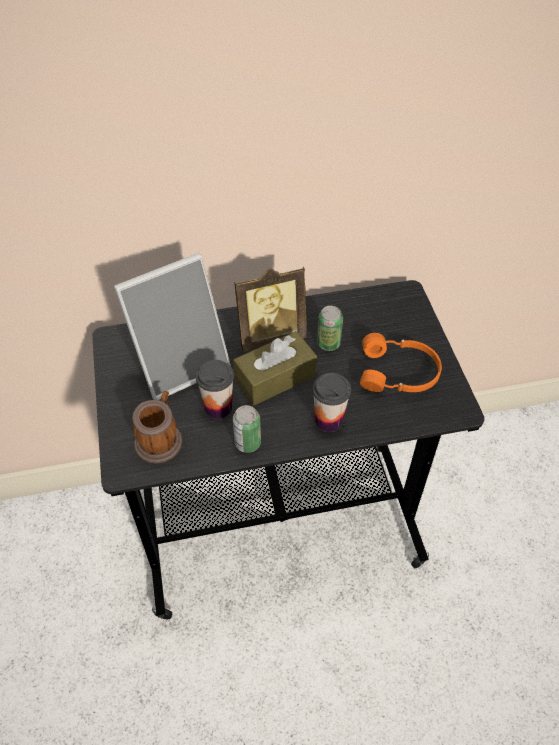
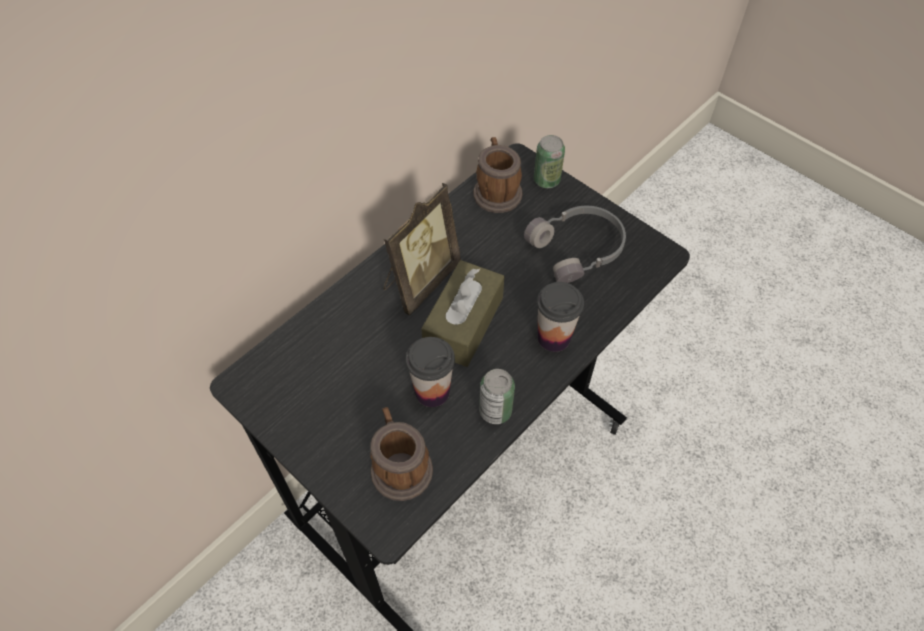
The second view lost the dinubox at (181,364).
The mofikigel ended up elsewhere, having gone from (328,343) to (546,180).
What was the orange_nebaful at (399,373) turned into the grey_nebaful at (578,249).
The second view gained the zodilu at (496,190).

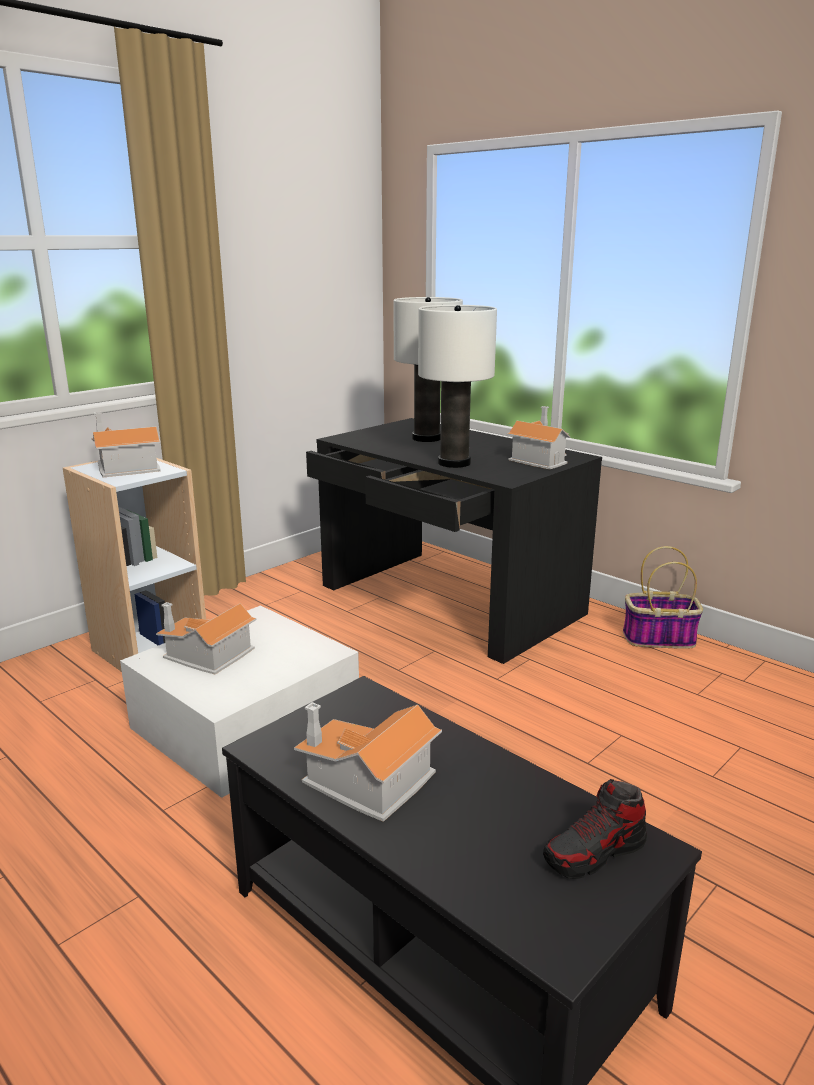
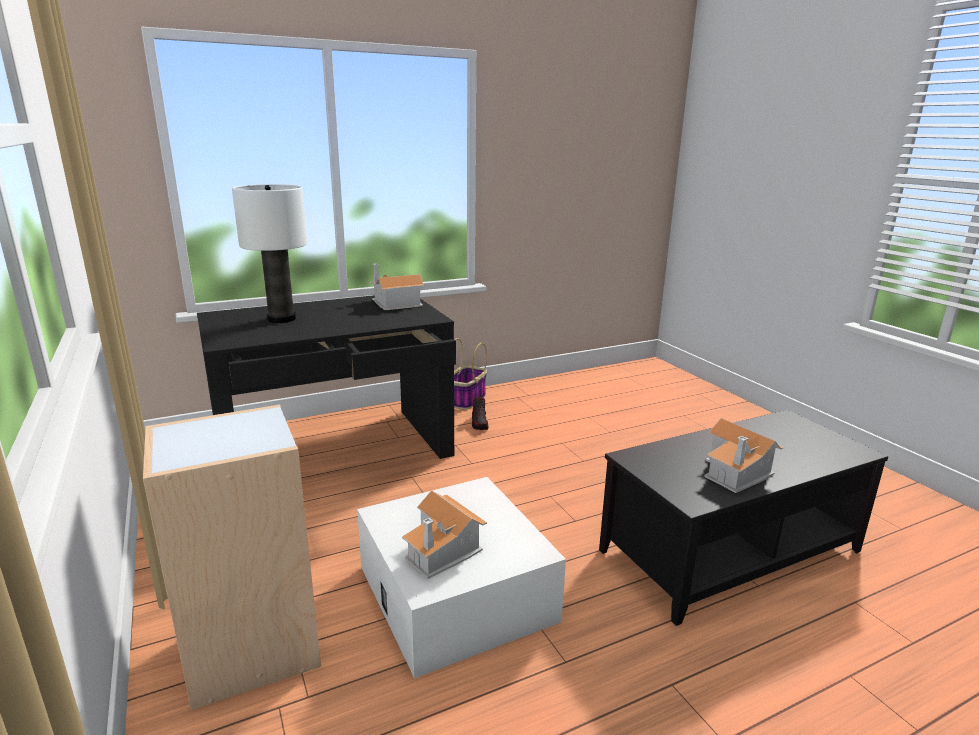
The second view lost the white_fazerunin at (454,463).
The second view lost the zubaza at (123,467).
The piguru ended up elsewhere, having gone from (595,853) to (479,423).

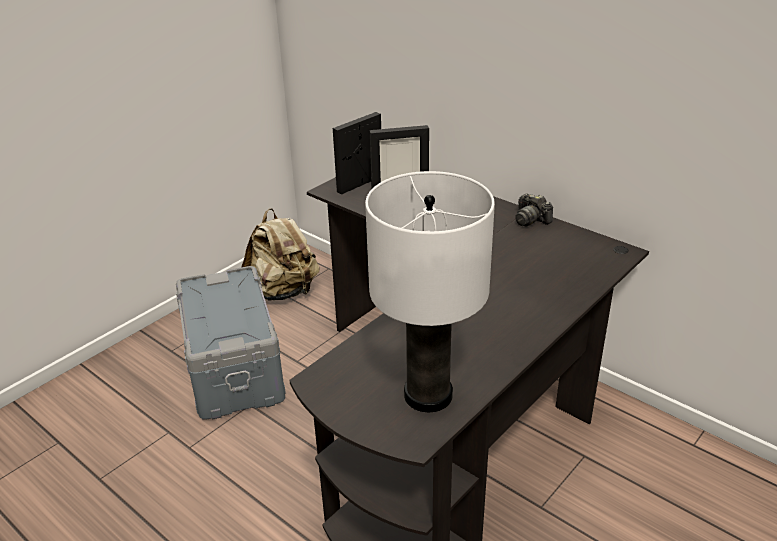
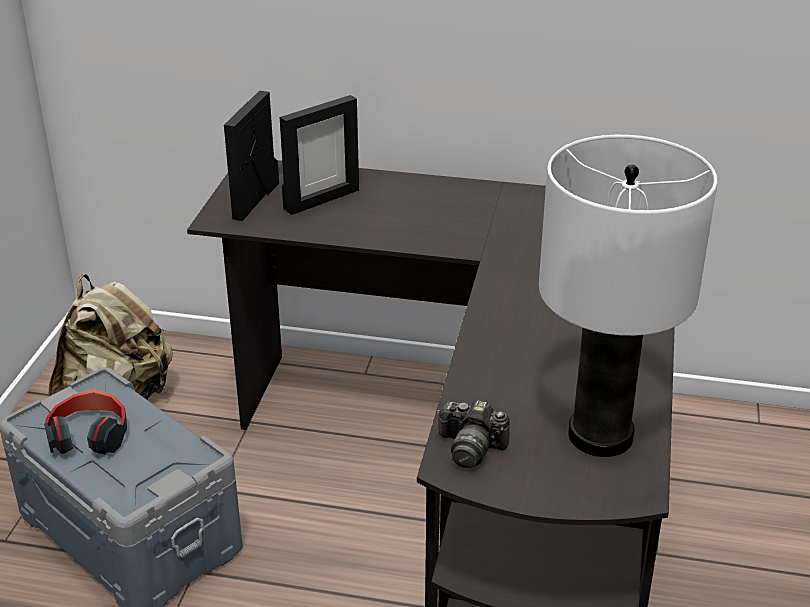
The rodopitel ended up elsewhere, having gone from (531,220) to (471,448).
The second view gained the nebaful at (90,435).

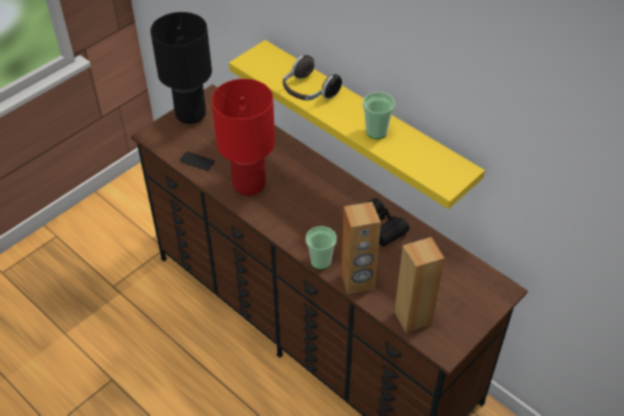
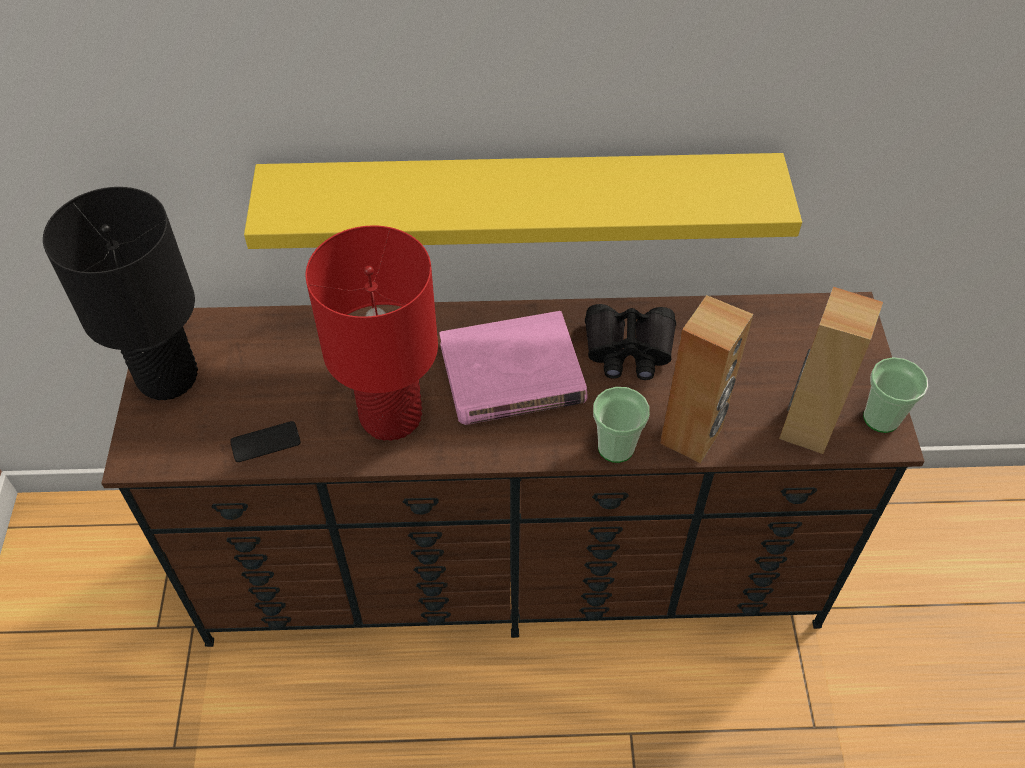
The second view lost the nebaful at (308,92).
The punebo ended up elsewhere, having gone from (376,132) to (881,418).
The second view gained the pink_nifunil at (512,374).

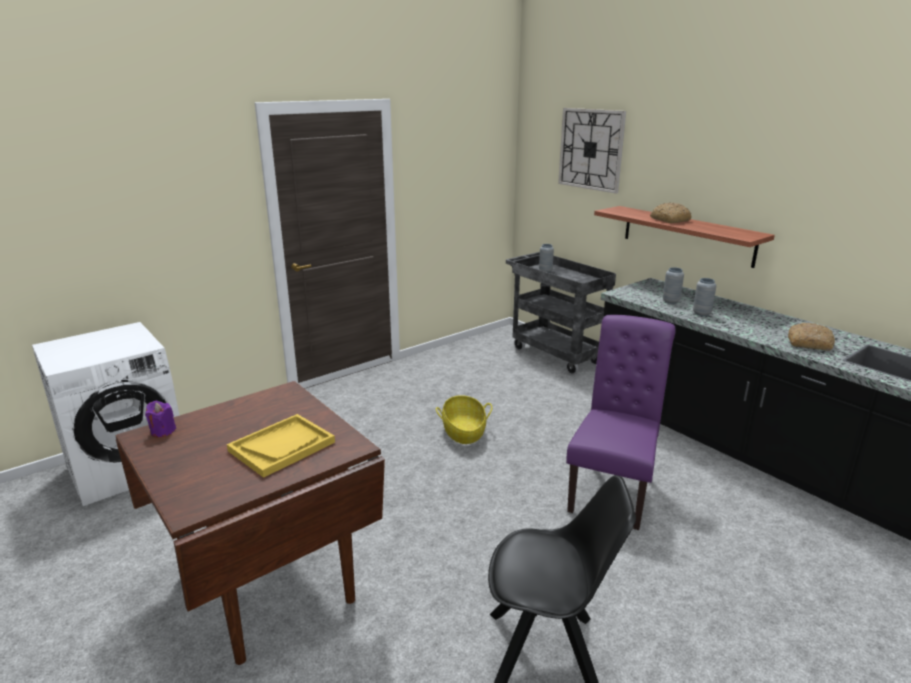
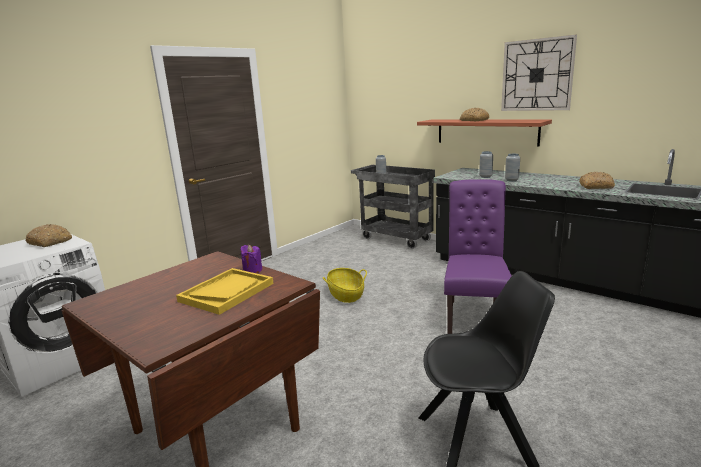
The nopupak ended up elsewhere, having gone from (591,149) to (537,75).
The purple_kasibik ended up elsewhere, having gone from (163,431) to (252,270).
The second view gained the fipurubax at (50,242).

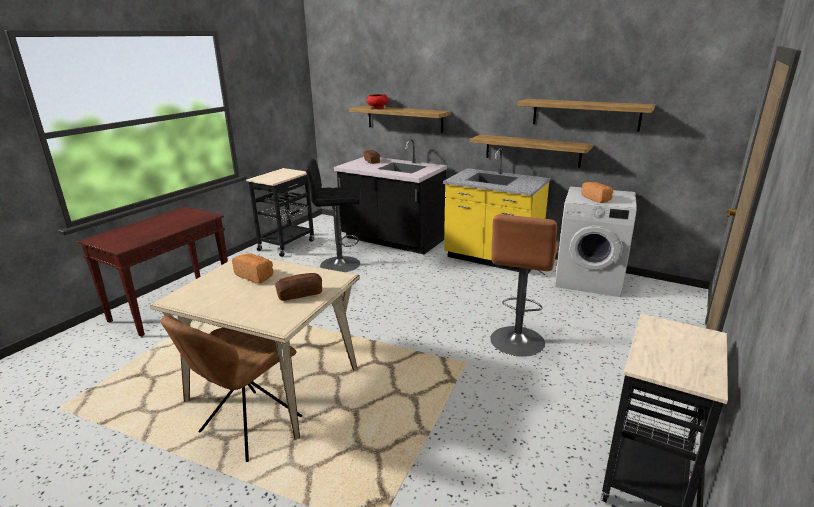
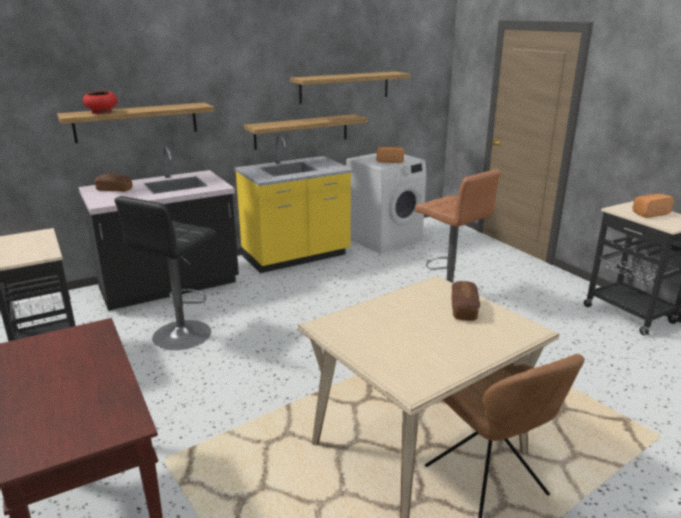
The fipurubax ended up elsewhere, having gone from (255,276) to (649,213).

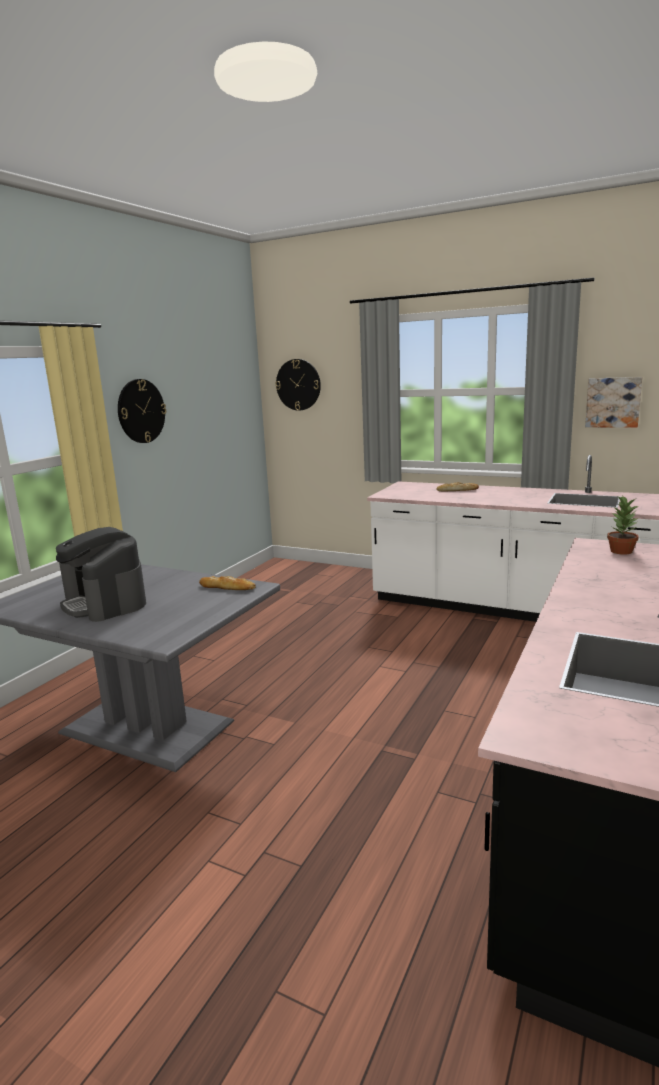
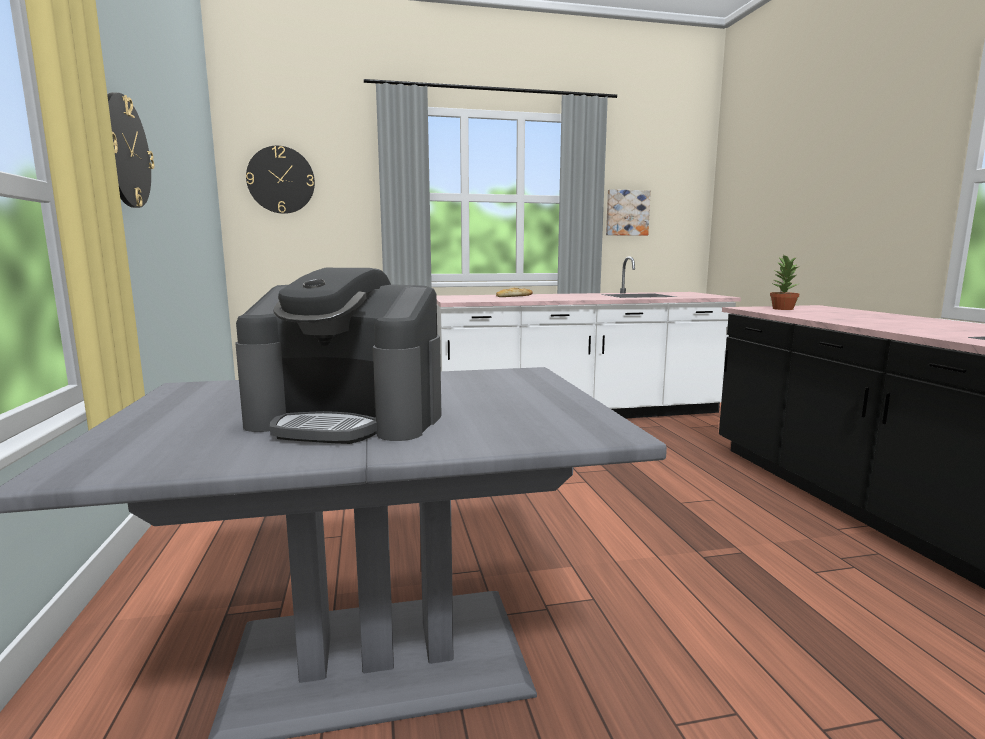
The second view lost the fipurubax at (227,587).

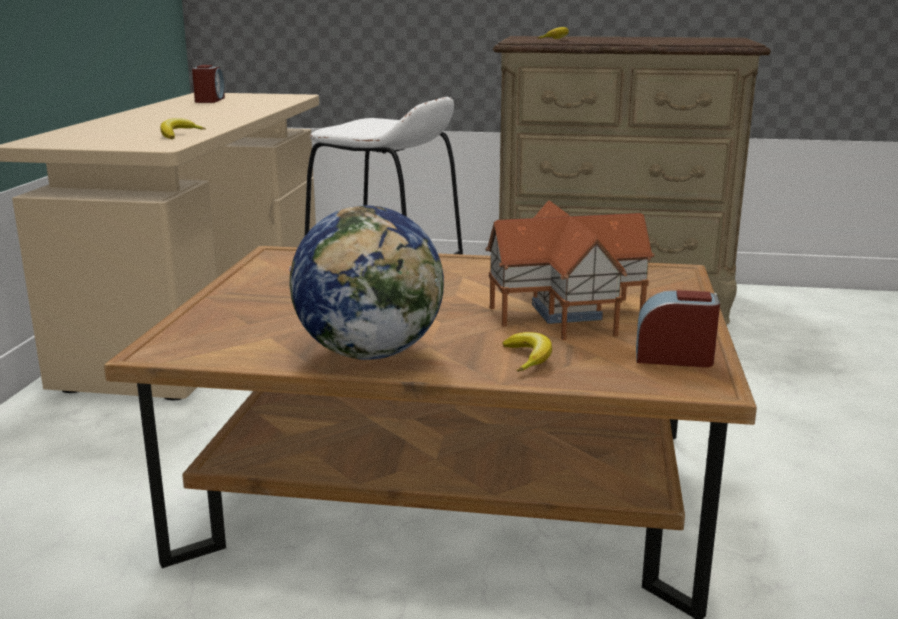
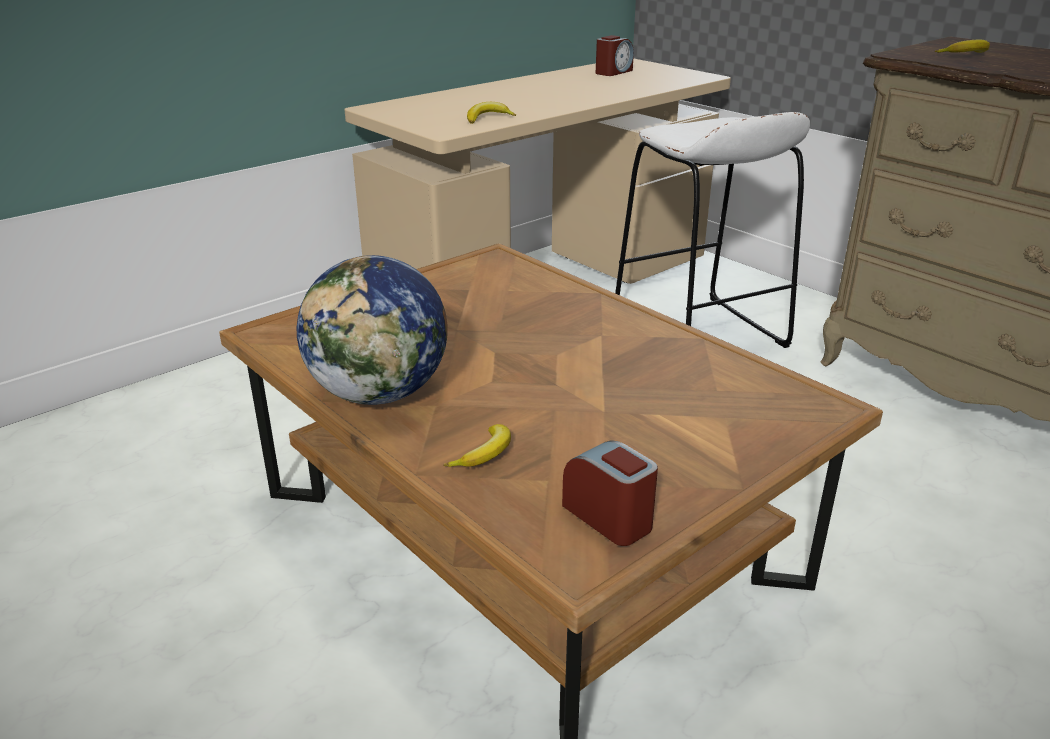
The second view lost the zubaza at (567,311).

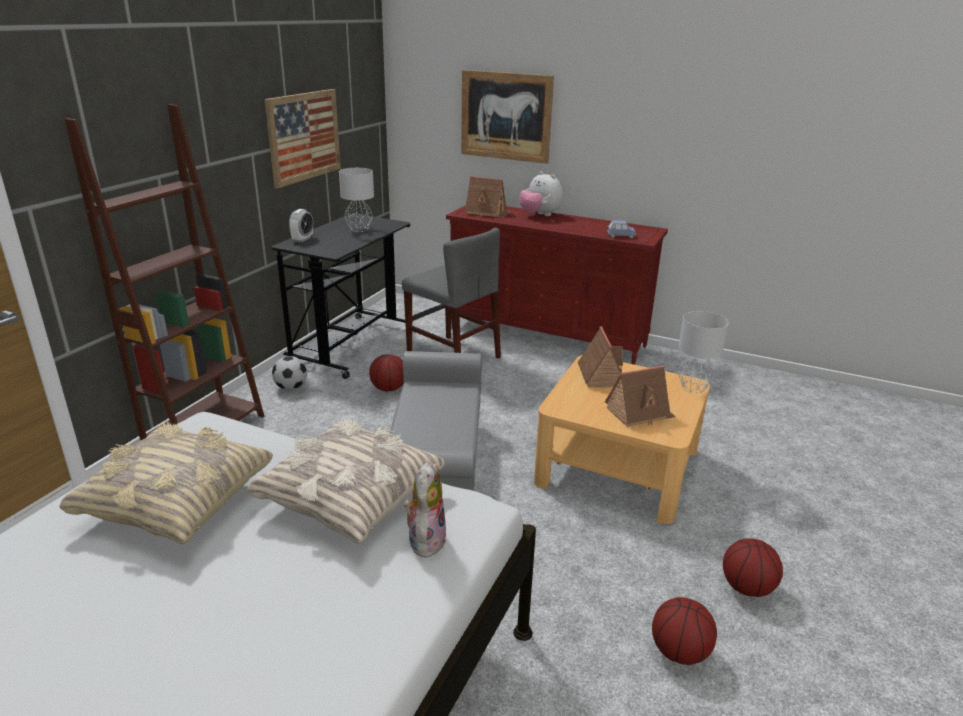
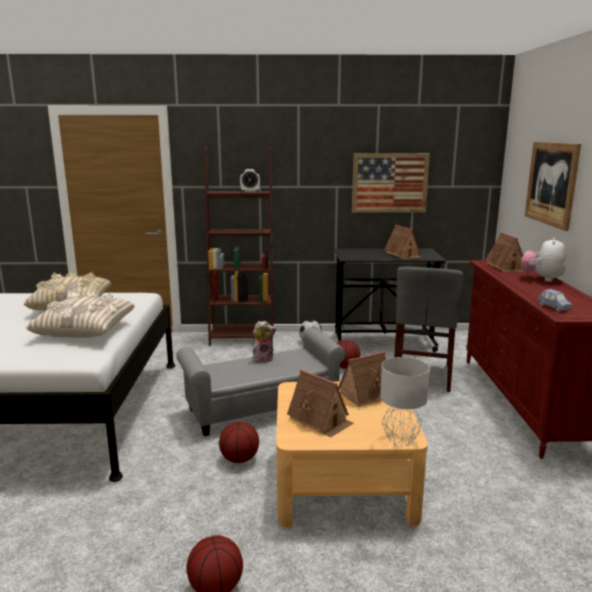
Where the grey_fazerunin stood at (359,229), the zubaza came to stand at (403,254).
The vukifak ended up elsewhere, having gone from (302,239) to (250,191).
The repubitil ended up elsewhere, having gone from (425,539) to (263,359).
The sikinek ended up elsewhere, having gone from (679,652) to (239,459).

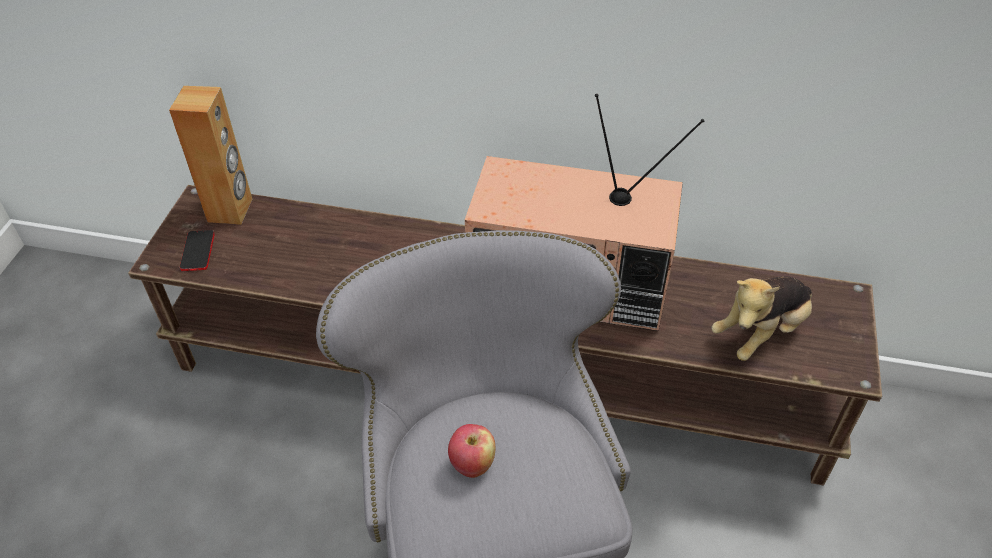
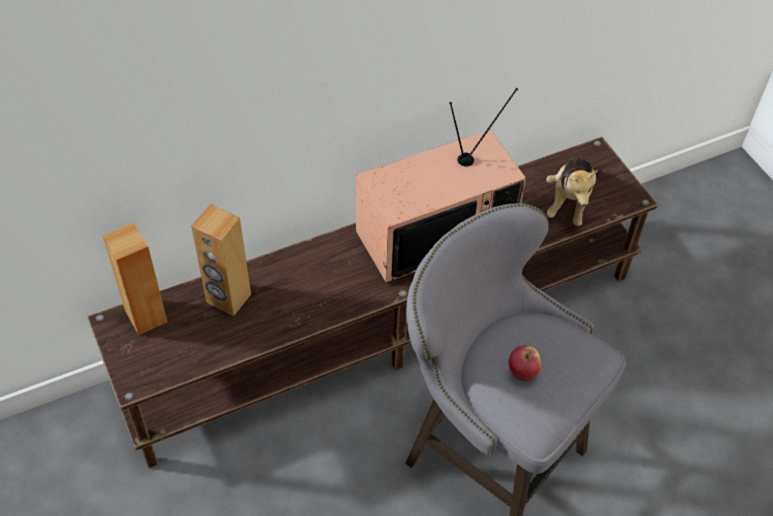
The second view lost the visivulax at (198,251).
The second view gained the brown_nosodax at (228,298).

